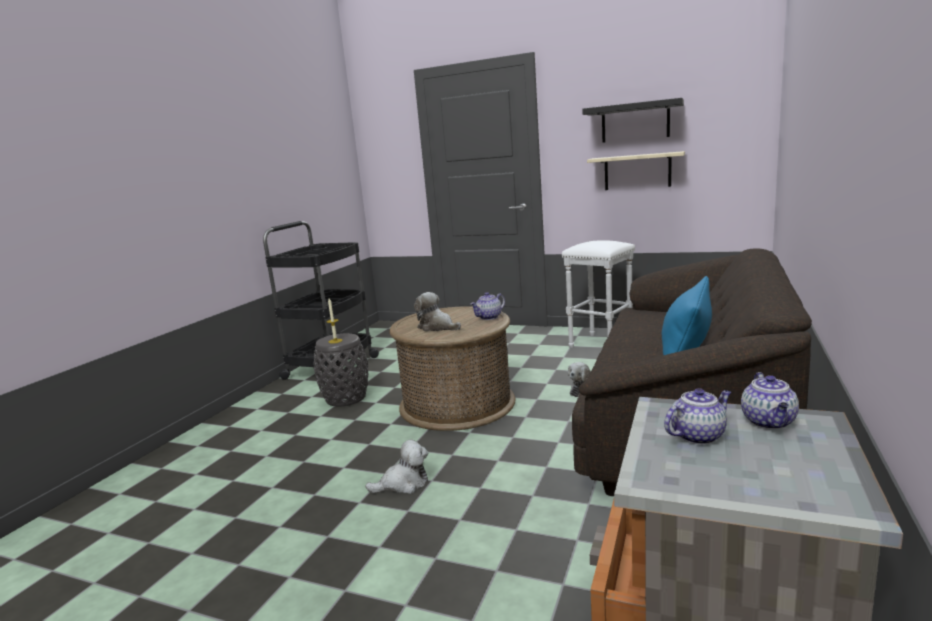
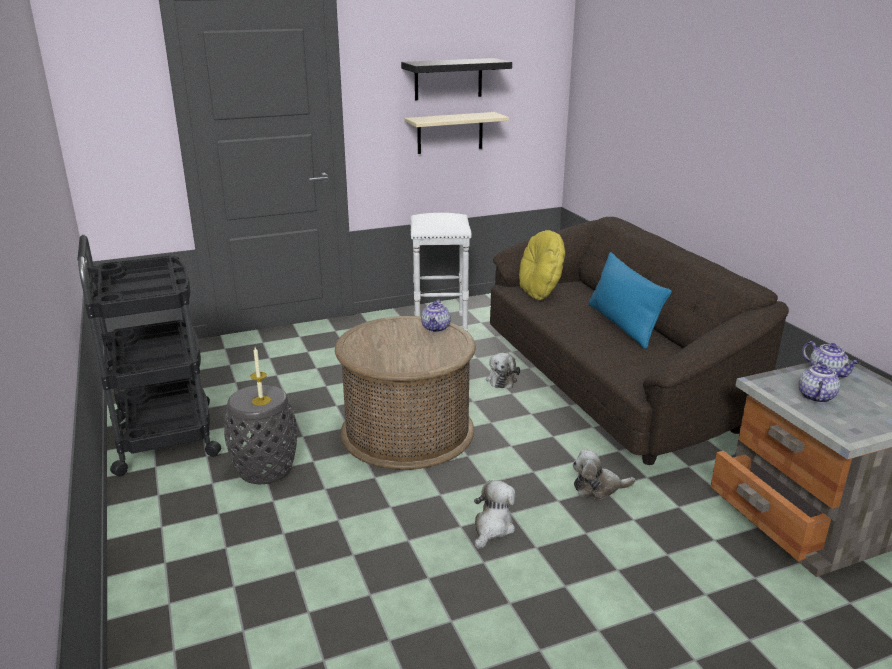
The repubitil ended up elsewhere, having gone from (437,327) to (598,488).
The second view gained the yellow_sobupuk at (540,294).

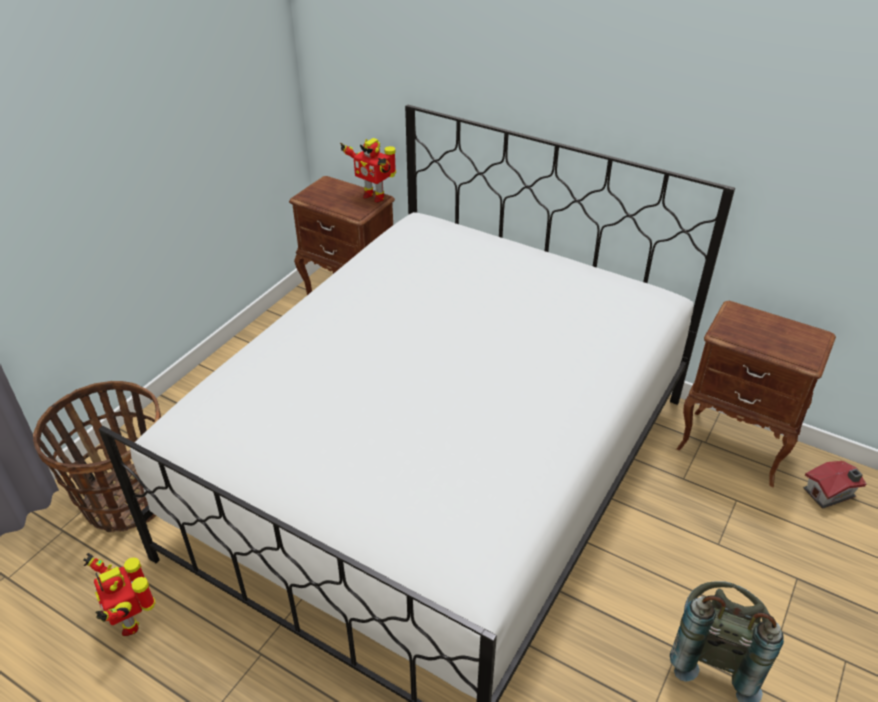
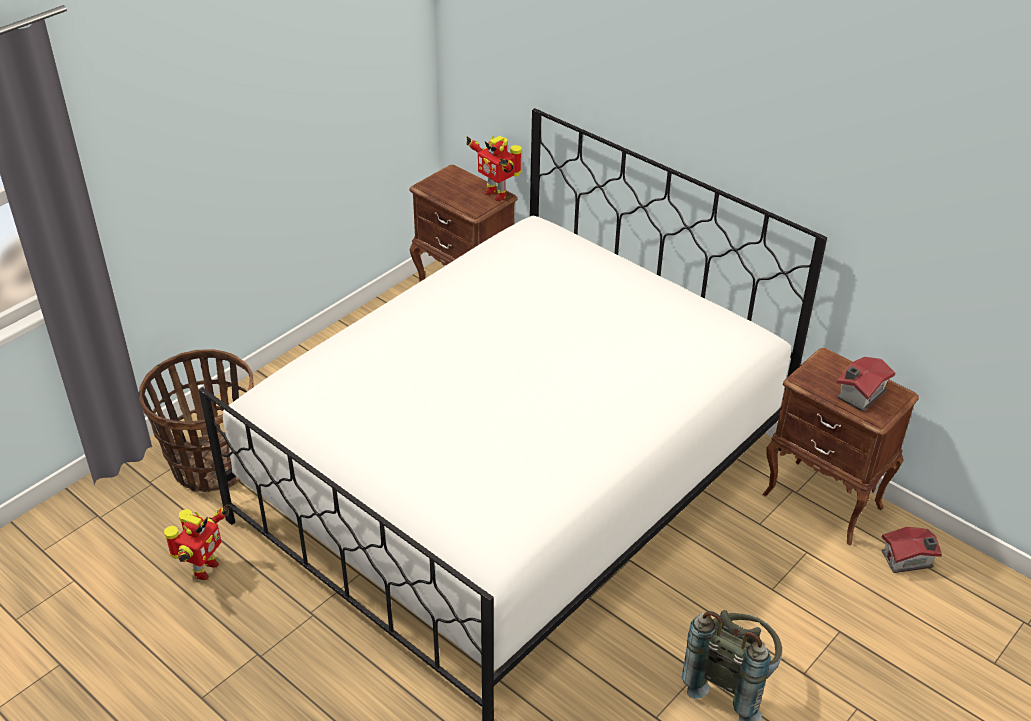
The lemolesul at (131,620) ended up facing another way, 135 degrees counterclockwise from before.
The second view gained the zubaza at (859,394).

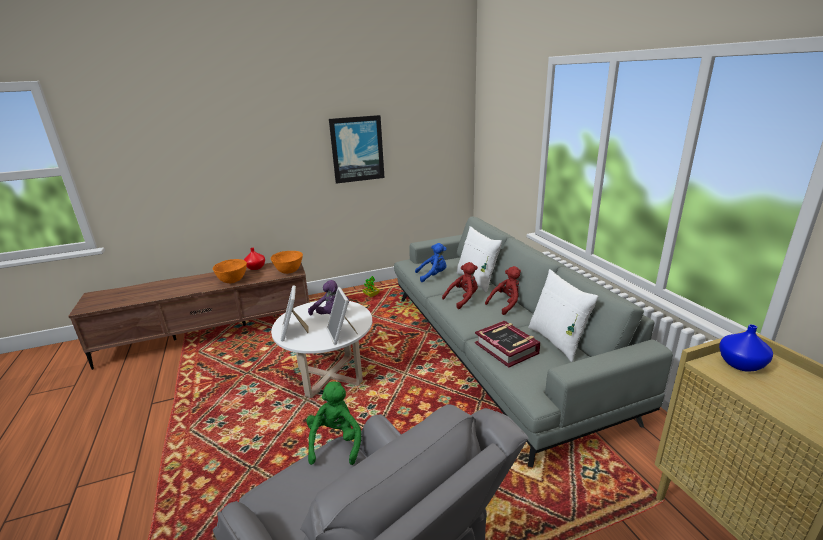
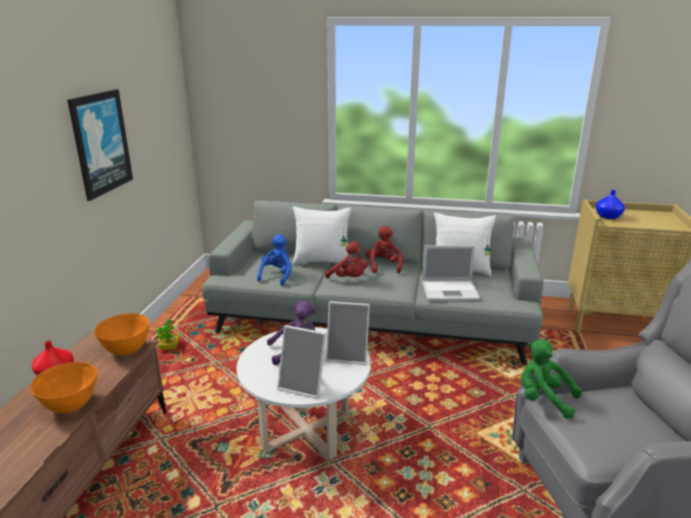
The red_repubitil at (463,299) ended up facing another way, 135 degrees clockwise from before.
Where the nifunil stood at (506,348), the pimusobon came to stand at (451,290).

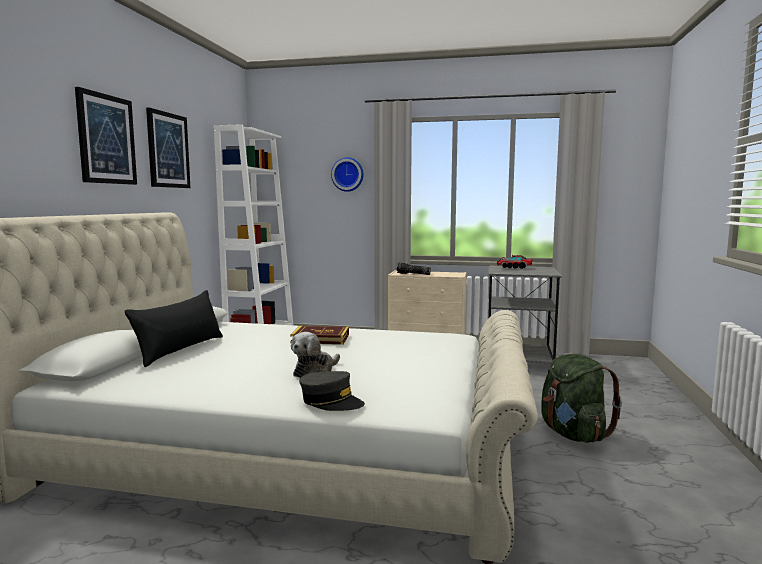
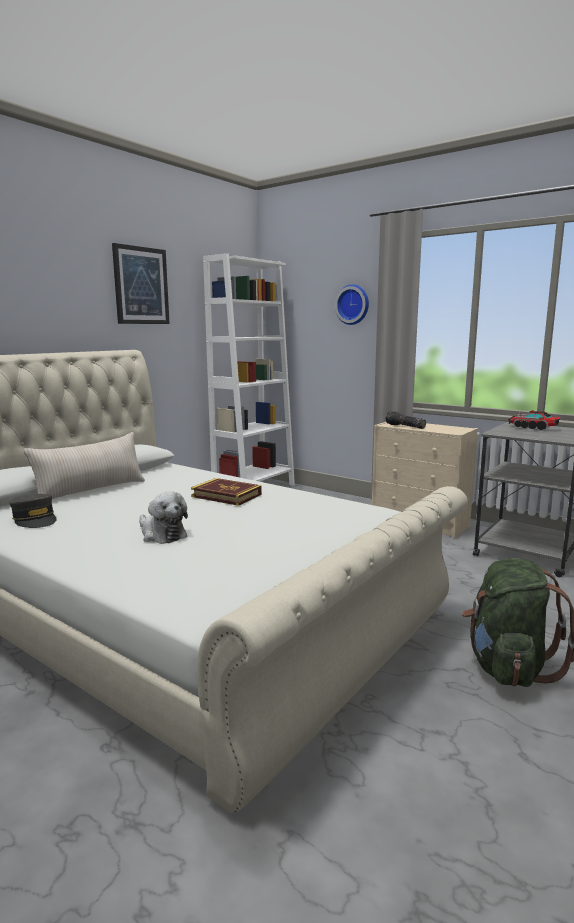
The second view lost the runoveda at (106,139).
What was the black_sobupuk at (180,350) turned into the beige_sobupuk at (91,491).
The repubitil at (315,371) ended up facing another way, 105 degrees counterclockwise from before.
The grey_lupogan ended up elsewhere, having gone from (331,402) to (35,519).

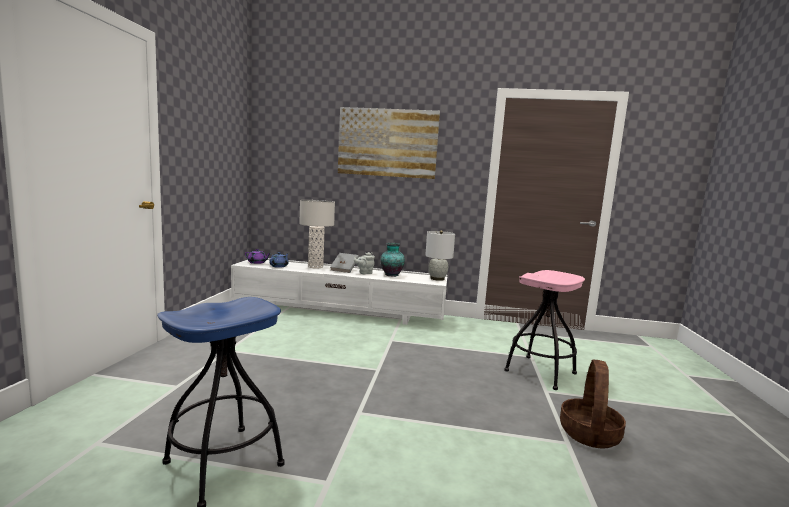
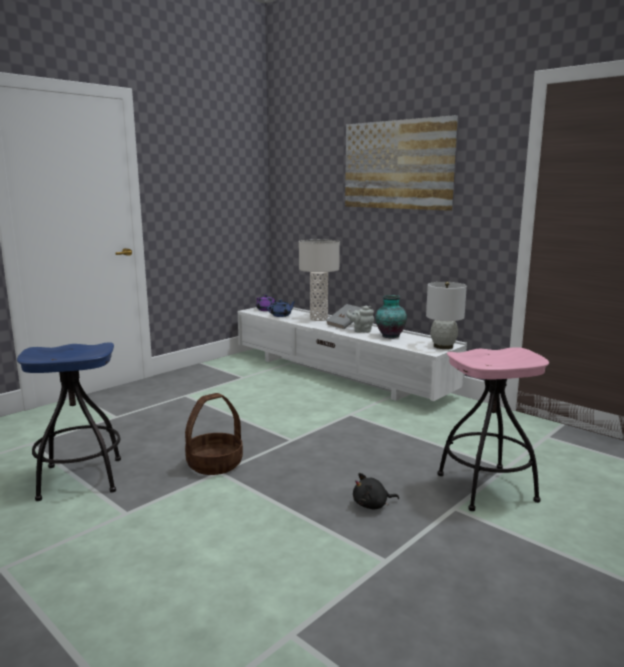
The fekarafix ended up elsewhere, having gone from (589,433) to (215,463).
The second view gained the black_repubitil at (372,505).

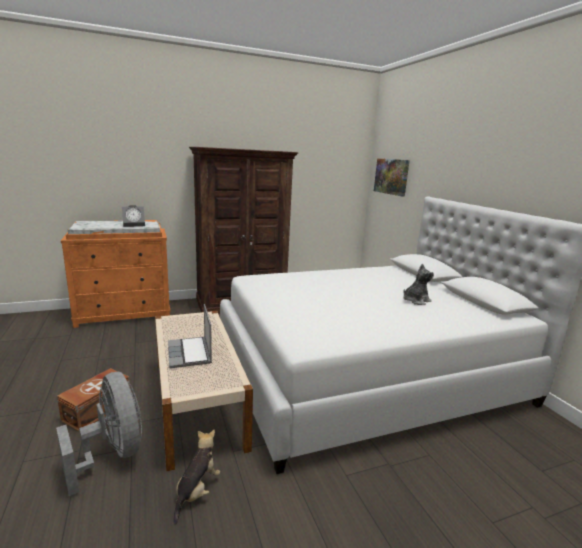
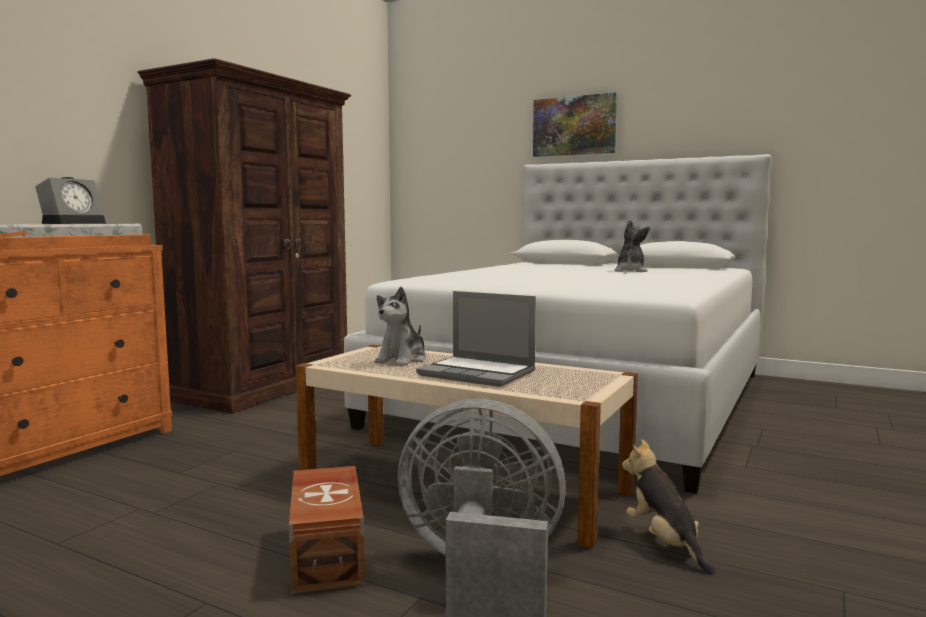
The runoveda ended up elsewhere, having gone from (391,176) to (574,126).
The second view gained the repubitil at (402,360).

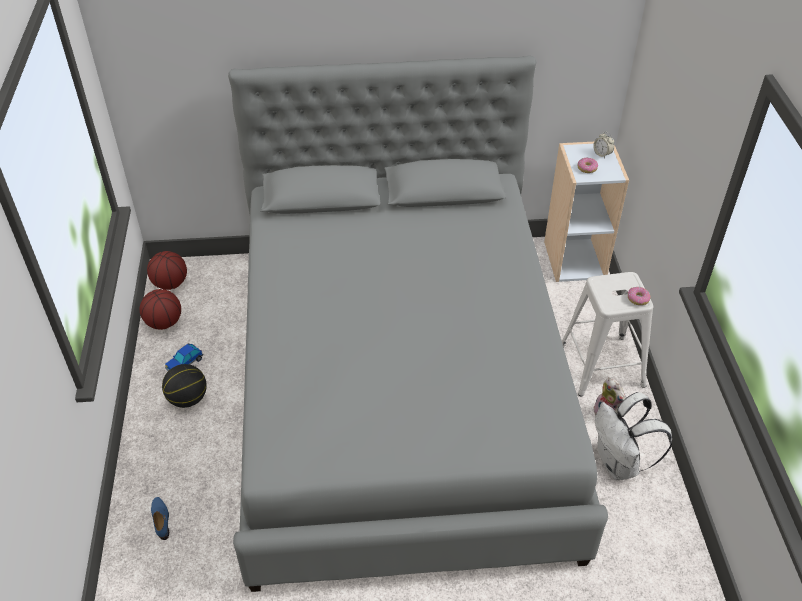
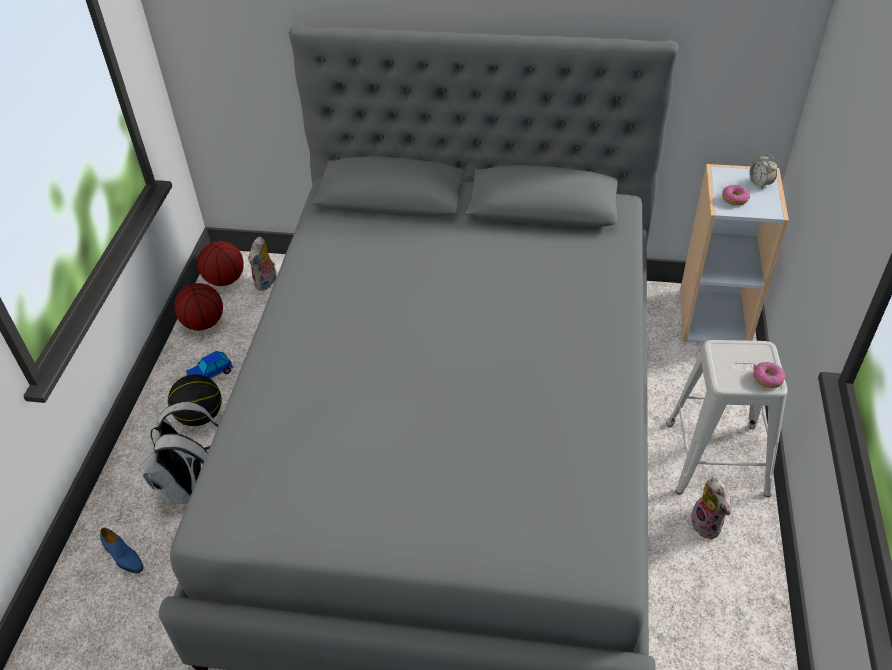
The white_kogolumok ended up elsewhere, having gone from (620,464) to (188,487).
The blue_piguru at (161,519) ended up facing another way, 135 degrees clockwise from before.
The second view gained the repubitil at (267,283).

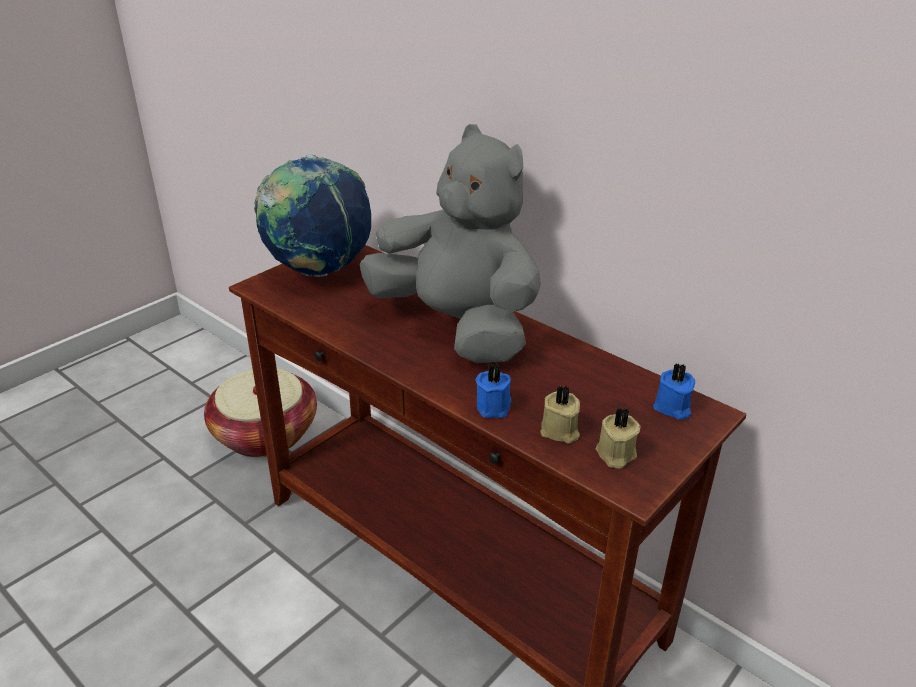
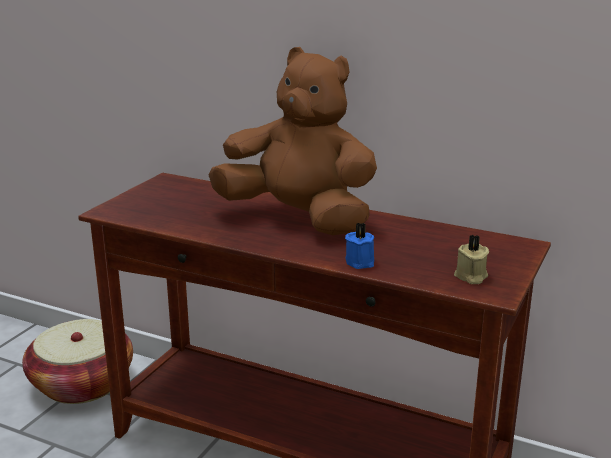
What was the grey_repubitil at (457,327) turned into the brown_repubitil at (299,218).
The second view lost the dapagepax at (318,271).
The second view lost the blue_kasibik at (672,408).
The second view lost the beige_kasibik at (560,431).

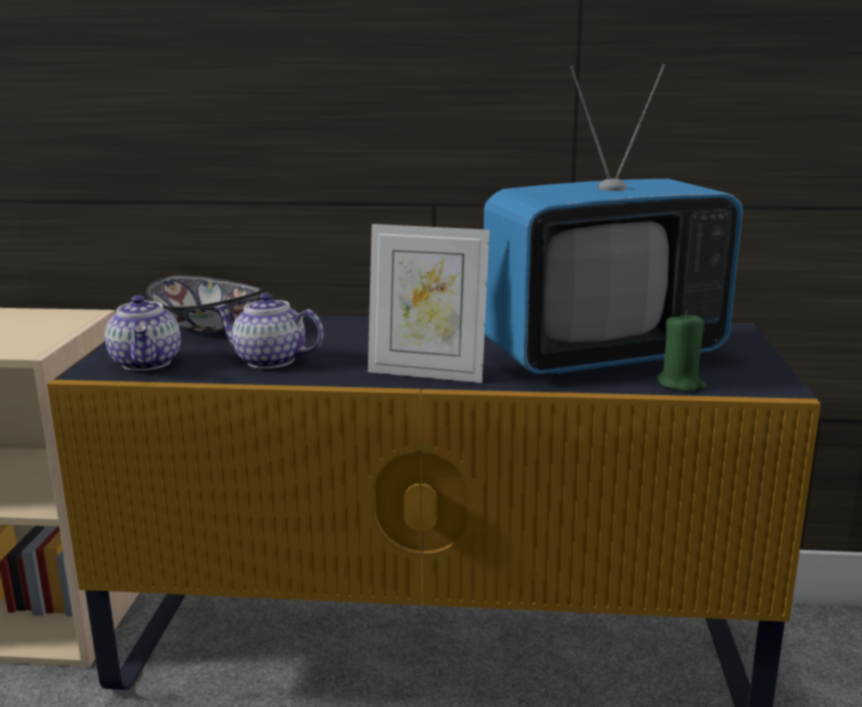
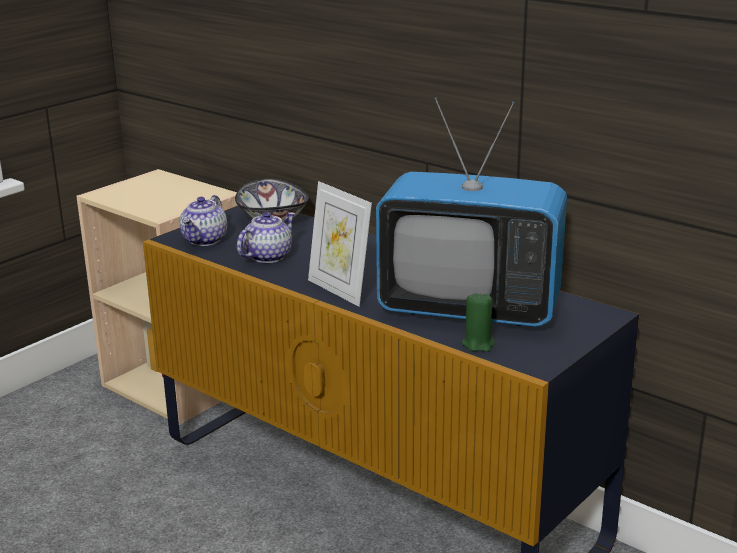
The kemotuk at (269,361) ended up facing another way, 75 degrees clockwise from before.

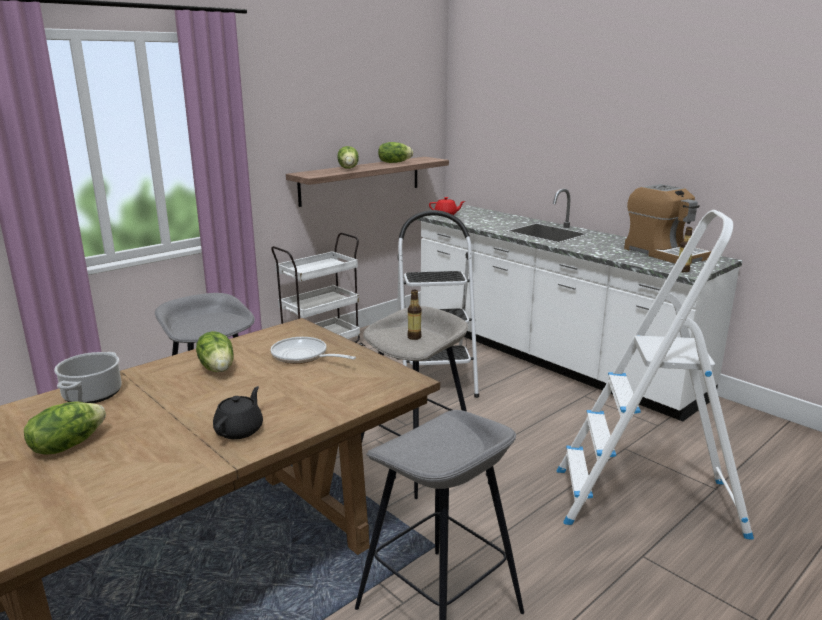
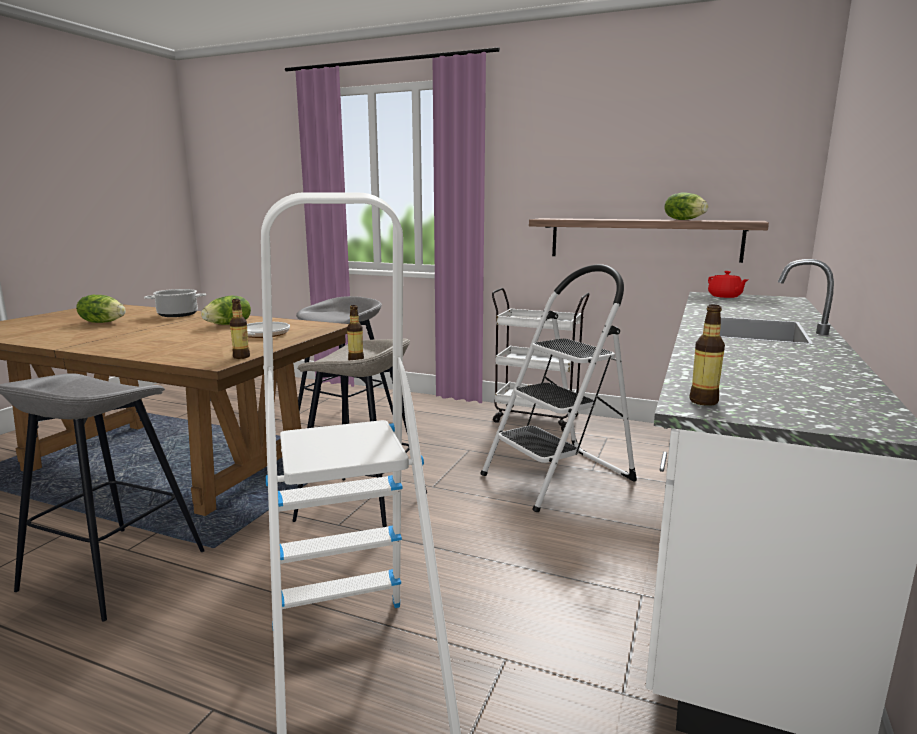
The second view lost the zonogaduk at (349,168).
The second view lost the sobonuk at (664,253).
The second view lost the black_kemotuk at (240,430).
The second view gained the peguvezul at (241,357).

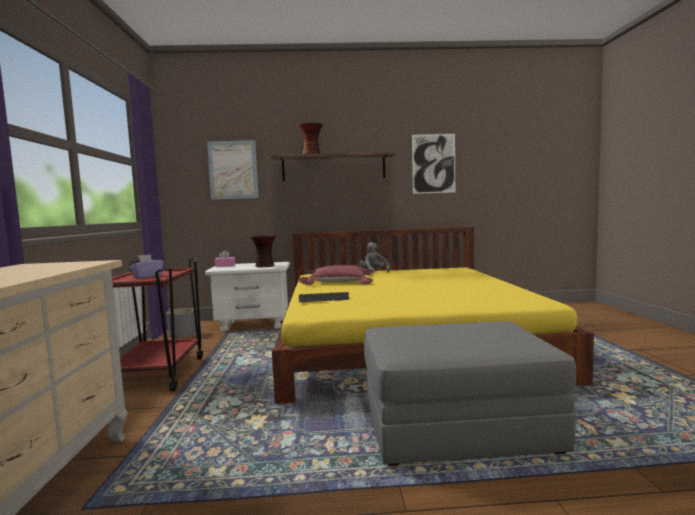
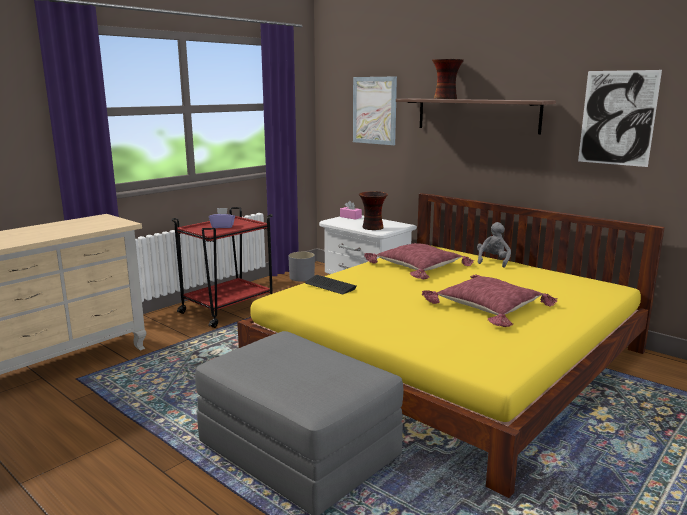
The second view gained the red_sobupuk at (488,304).

